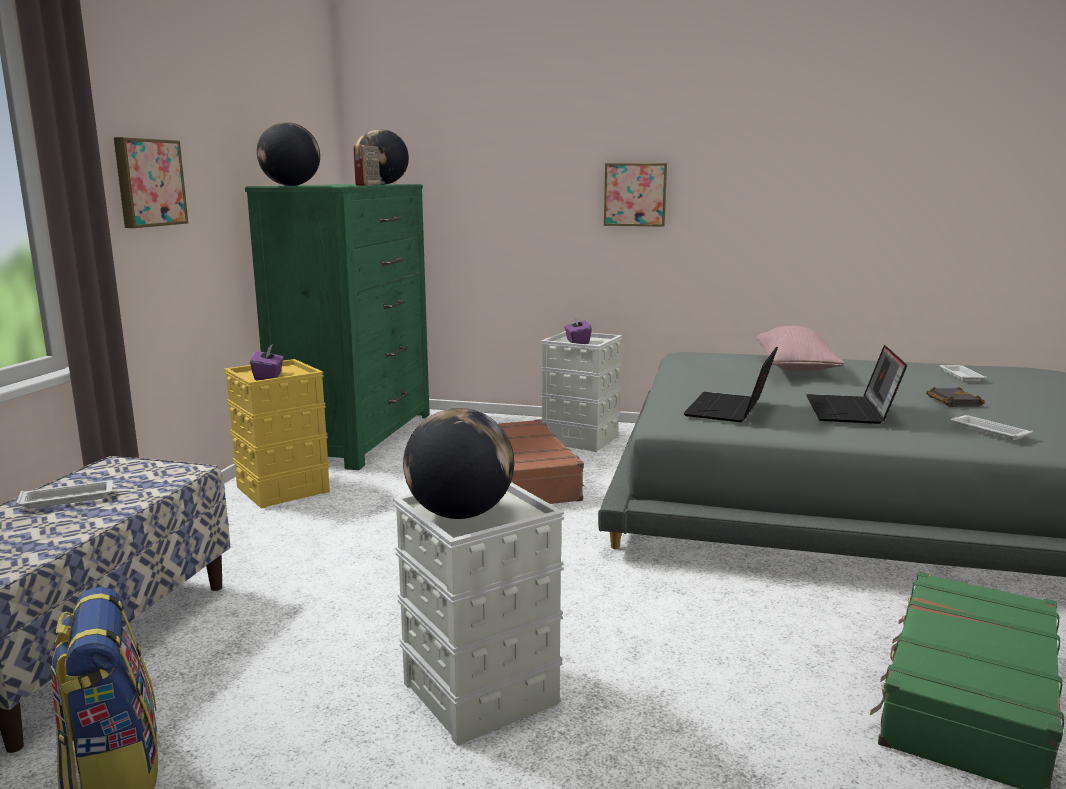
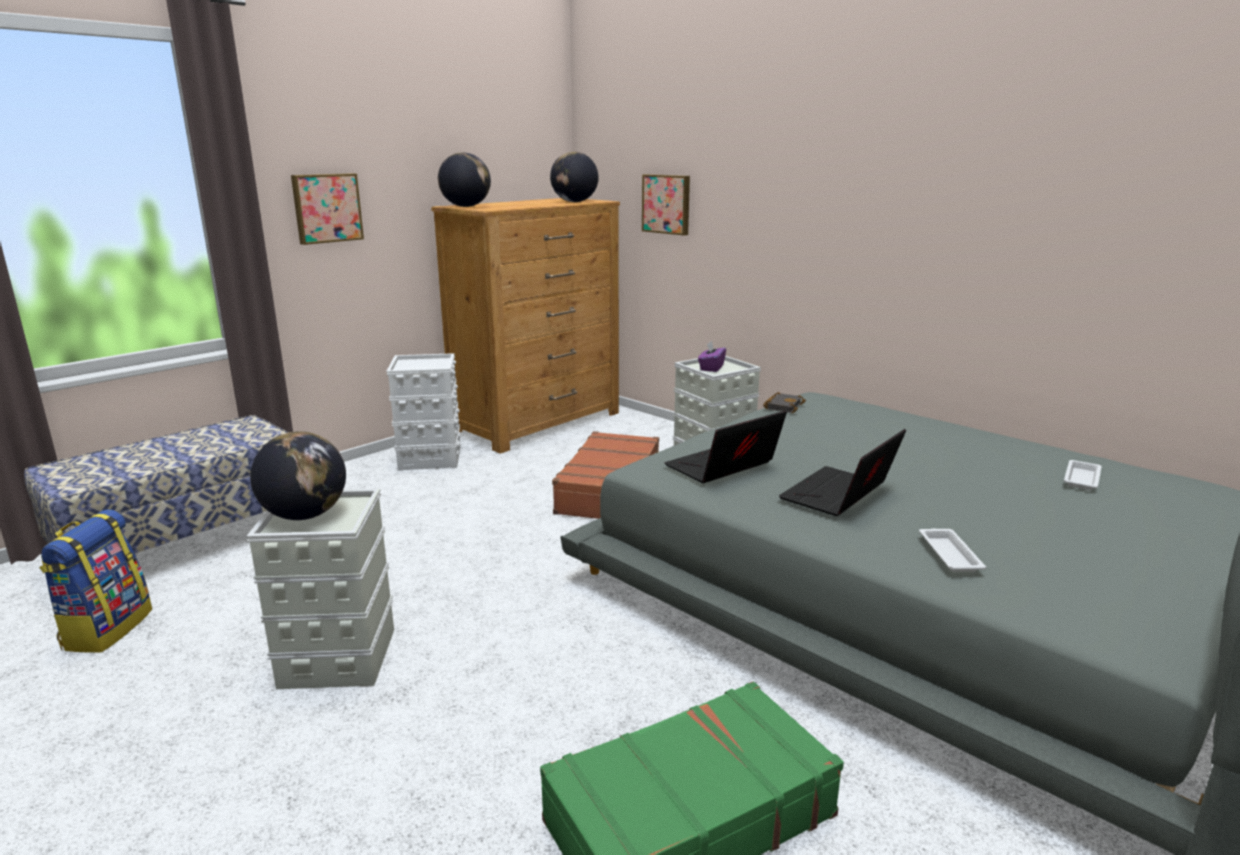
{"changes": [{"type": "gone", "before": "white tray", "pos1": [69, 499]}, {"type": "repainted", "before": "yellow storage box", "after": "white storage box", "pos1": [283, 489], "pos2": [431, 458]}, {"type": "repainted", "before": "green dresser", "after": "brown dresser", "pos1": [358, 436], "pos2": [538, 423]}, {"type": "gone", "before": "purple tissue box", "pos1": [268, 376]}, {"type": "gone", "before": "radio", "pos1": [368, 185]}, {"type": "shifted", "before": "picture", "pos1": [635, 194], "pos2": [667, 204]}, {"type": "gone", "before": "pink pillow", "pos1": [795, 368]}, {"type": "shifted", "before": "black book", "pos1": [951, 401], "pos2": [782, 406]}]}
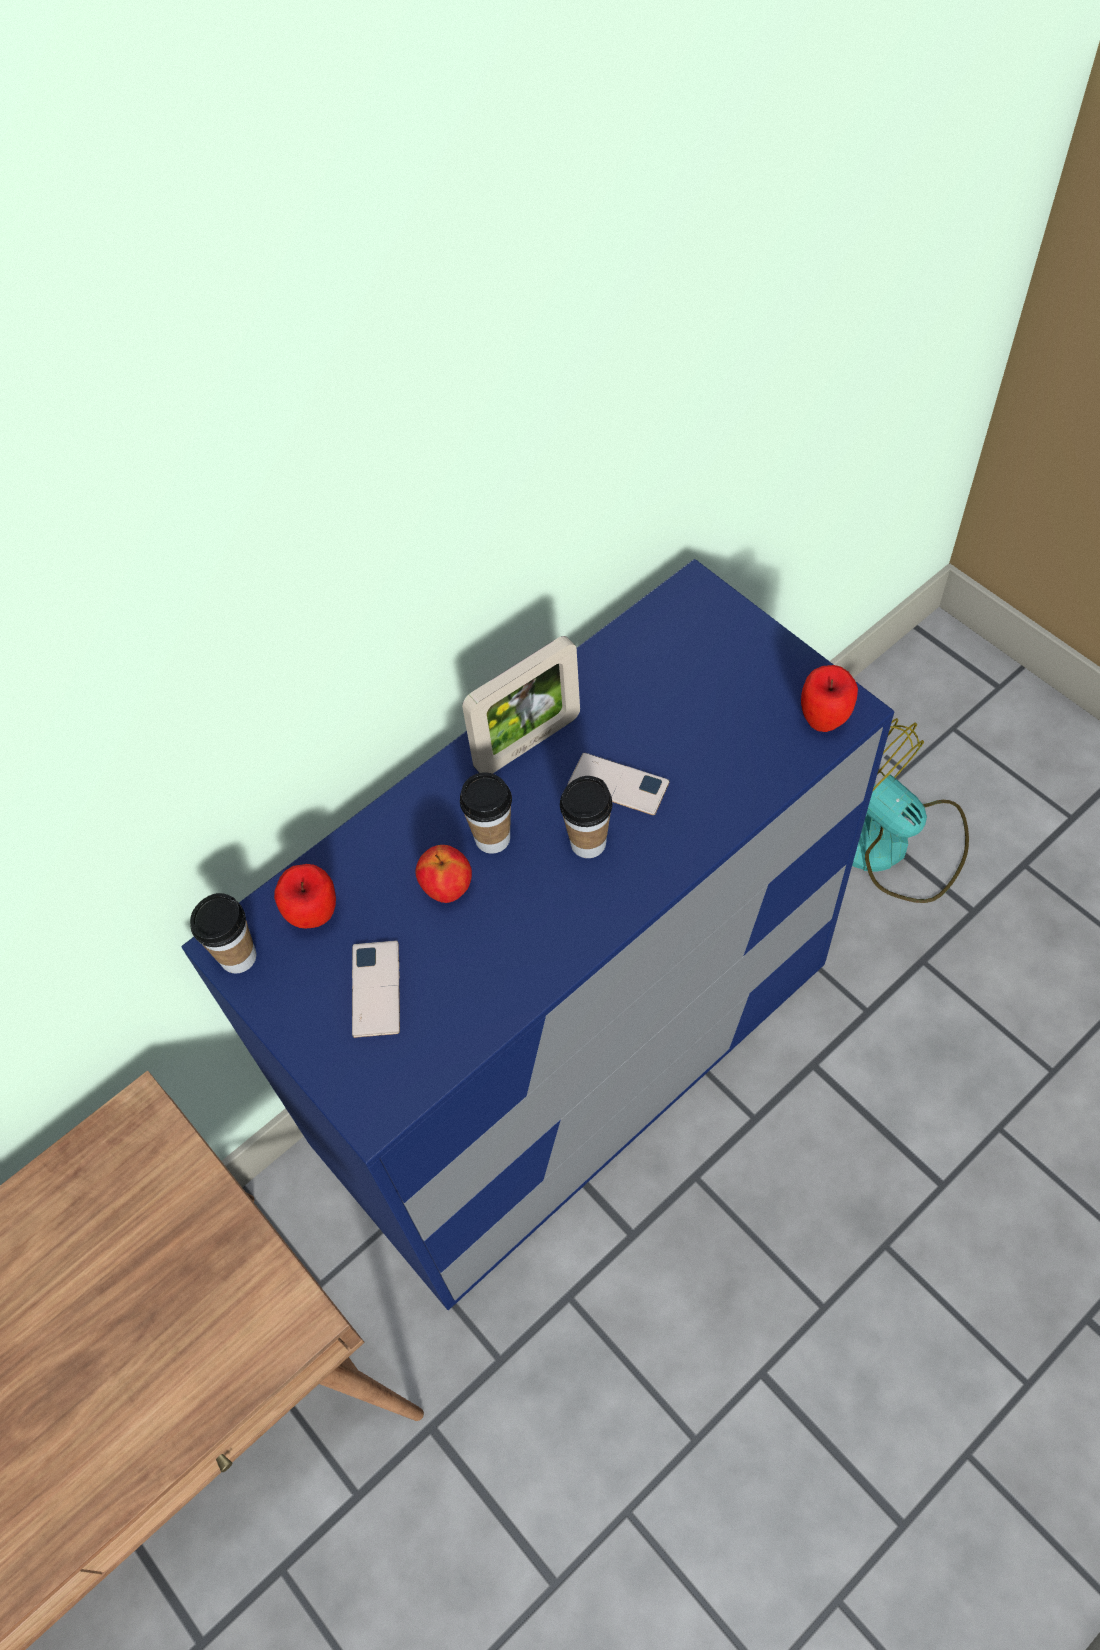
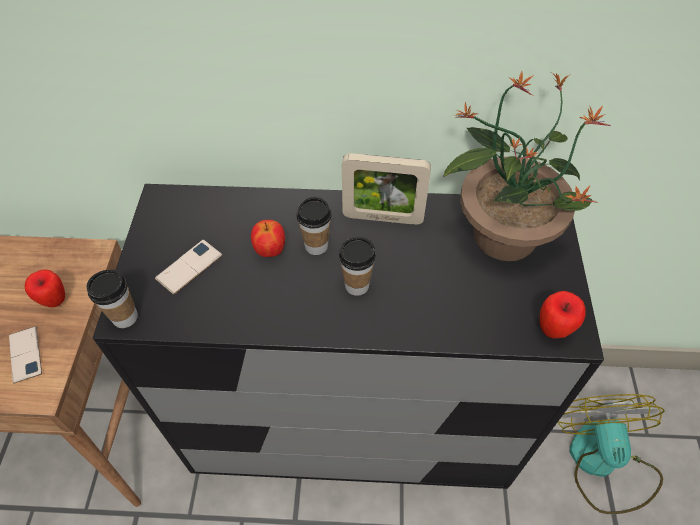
{"changes": [{"type": "repainted", "before": "blue dresser", "after": "black dresser", "pos1": [574, 1057], "pos2": [351, 419]}, {"type": "shifted", "before": "cup", "pos1": [238, 957], "pos2": [125, 317]}, {"type": "shifted", "before": "apple", "pos1": [314, 916], "pos2": [55, 301]}, {"type": "shifted", "before": "phone", "pos1": [618, 784], "pos2": [25, 354]}, {"type": "new", "after": "potted plant", "pos2": [503, 234]}]}
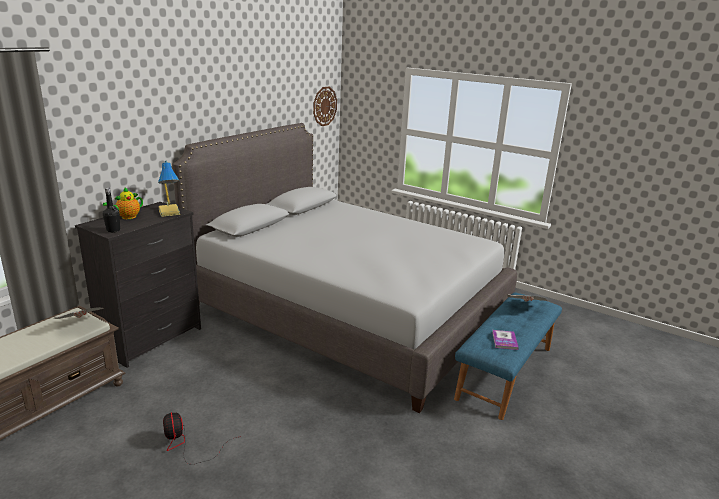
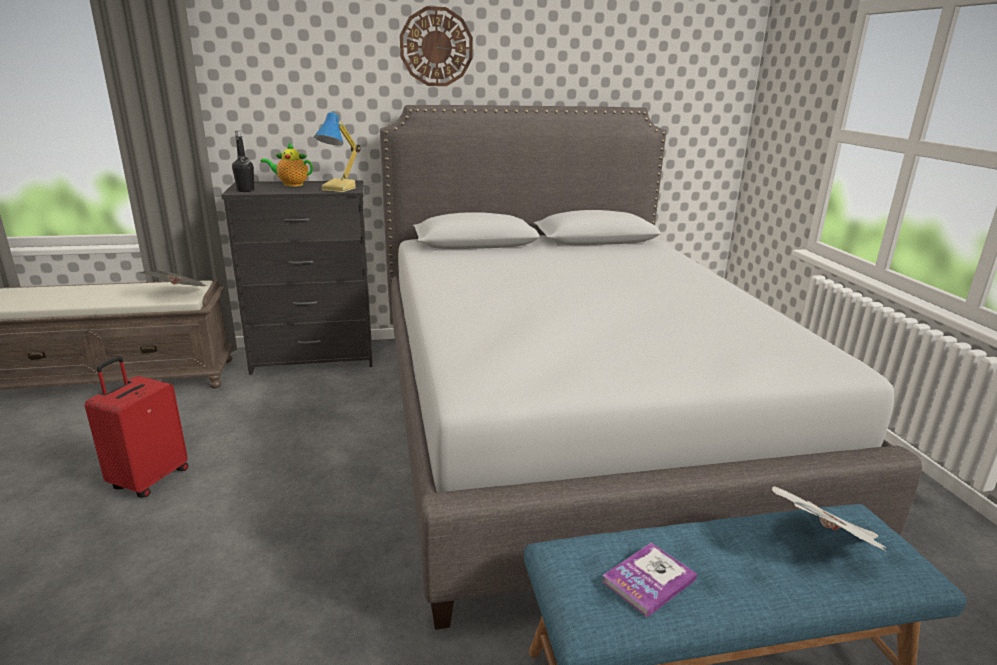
{"changes": [{"type": "swapped", "before": "fan", "after": "red suitcase", "pos1": [186, 445], "pos2": [149, 479]}, {"type": "shifted", "before": "wall clock", "pos1": [324, 106], "pos2": [436, 47]}]}
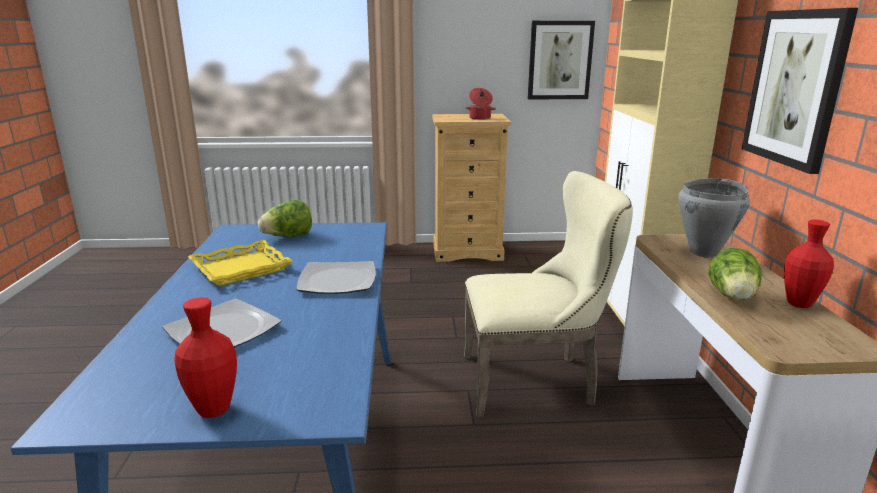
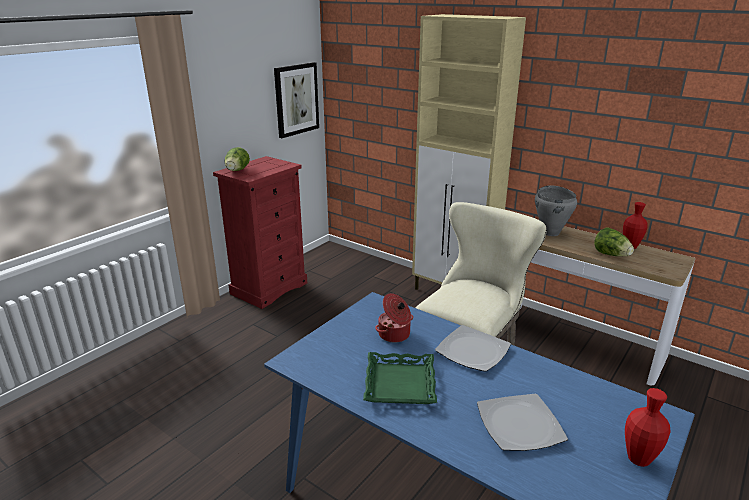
{"changes": [{"type": "repainted", "before": "yellow tray", "after": "green tray", "pos1": [241, 269], "pos2": [401, 384]}, {"type": "shifted", "before": "lettuce", "pos1": [288, 237], "pos2": [237, 171]}, {"type": "repainted", "before": "beige dresser", "after": "red dresser", "pos1": [467, 252], "pos2": [269, 288]}, {"type": "shifted", "before": "cooking pot", "pos1": [480, 118], "pos2": [394, 335]}, {"type": "gone", "before": "picture", "pos1": [796, 88]}]}
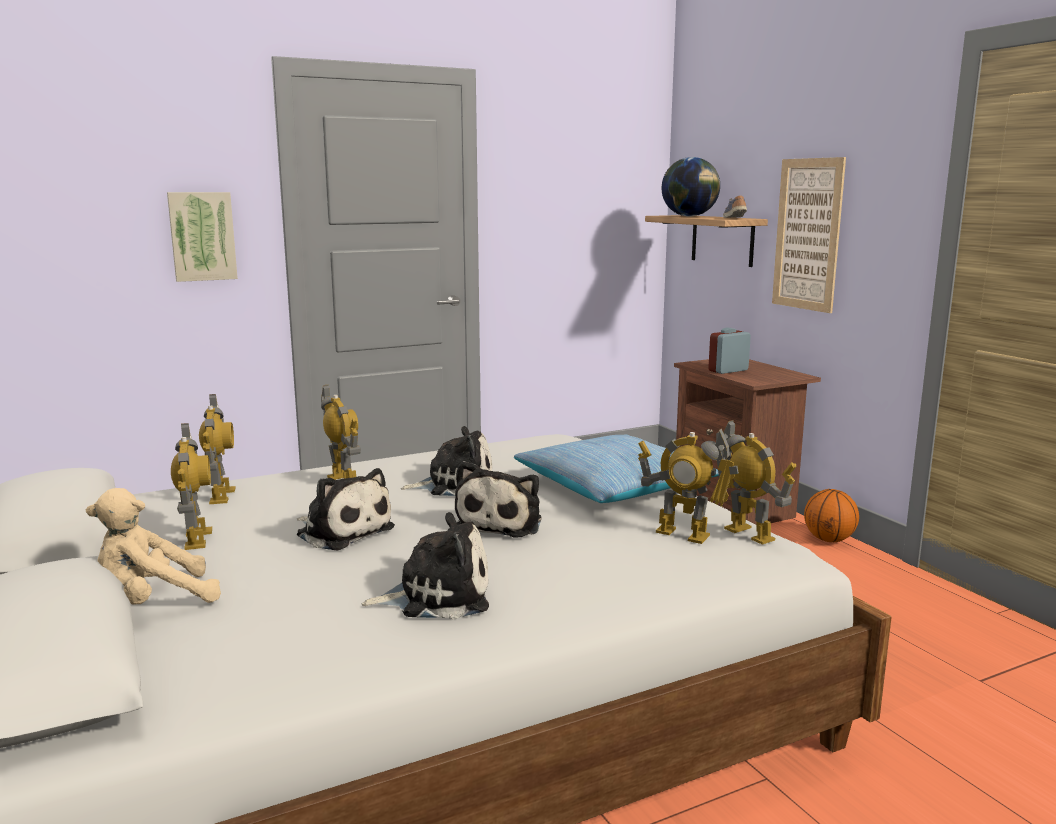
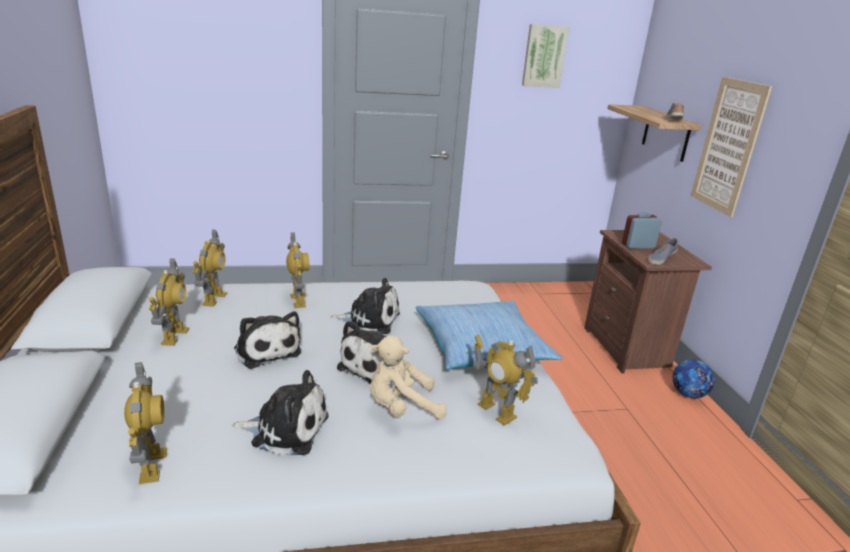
{"changes": [{"type": "shifted", "before": "beige plush toy", "pos1": [152, 602], "pos2": [401, 408]}, {"type": "shifted", "before": "picture", "pos1": [202, 236], "pos2": [544, 56]}, {"type": "gone", "before": "globe", "pos1": [689, 216]}, {"type": "shifted", "before": "toy robot", "pos1": [749, 534], "pos2": [151, 466]}, {"type": "swapped", "before": "basketball", "after": "football", "pos1": [829, 540], "pos2": [688, 394]}, {"type": "new", "after": "shoe", "pos2": [661, 259]}]}
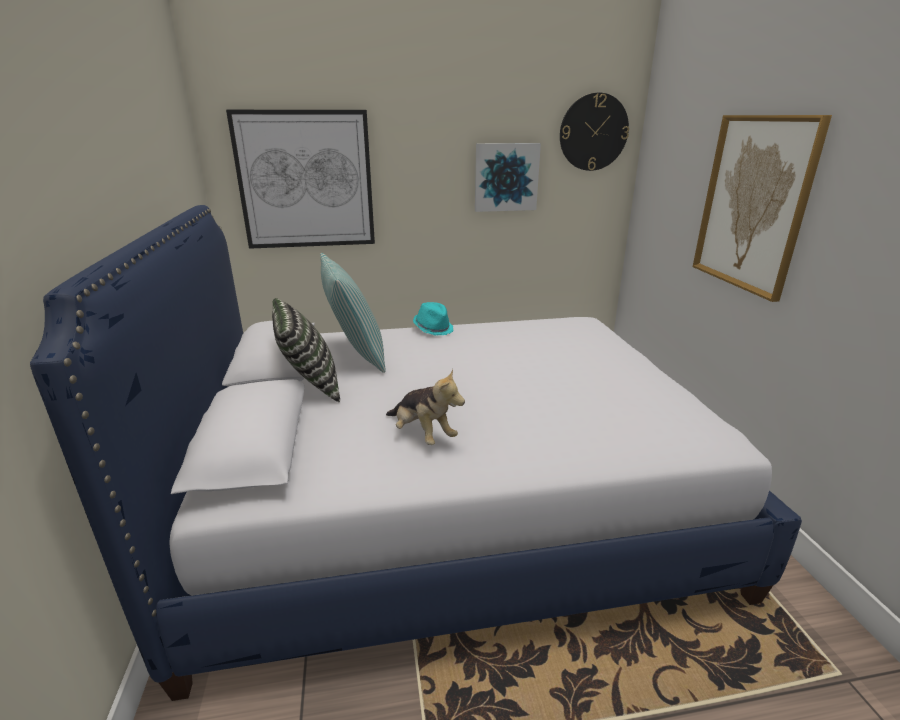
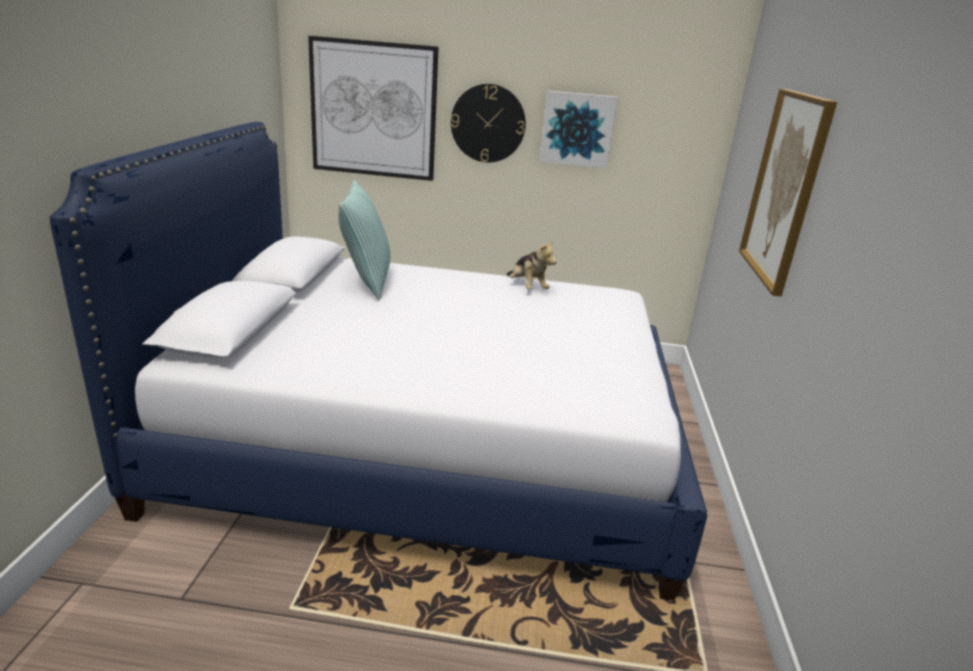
{"changes": [{"type": "gone", "before": "pillow", "pos1": [309, 385]}, {"type": "shifted", "before": "plush toy", "pos1": [422, 434], "pos2": [527, 287]}, {"type": "gone", "before": "turquoise hat", "pos1": [433, 328]}, {"type": "shifted", "before": "wall clock", "pos1": [593, 132], "pos2": [488, 123]}]}
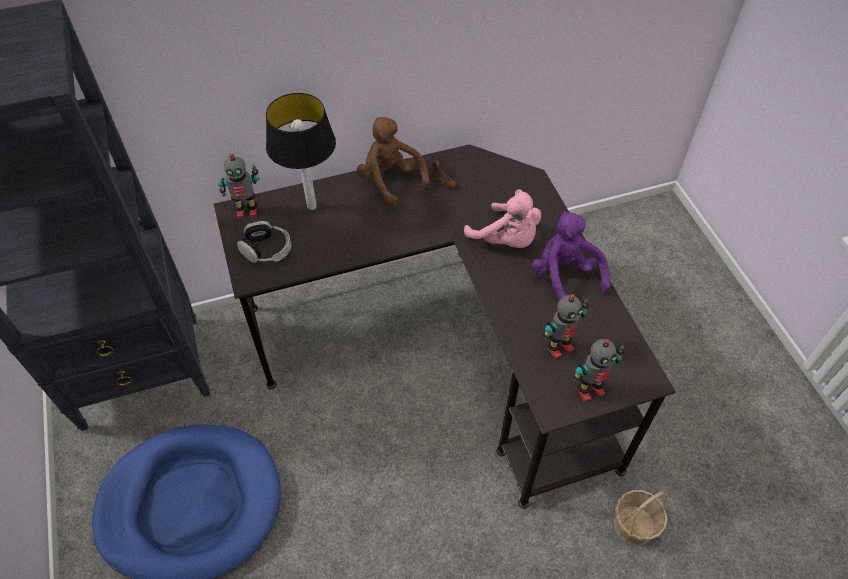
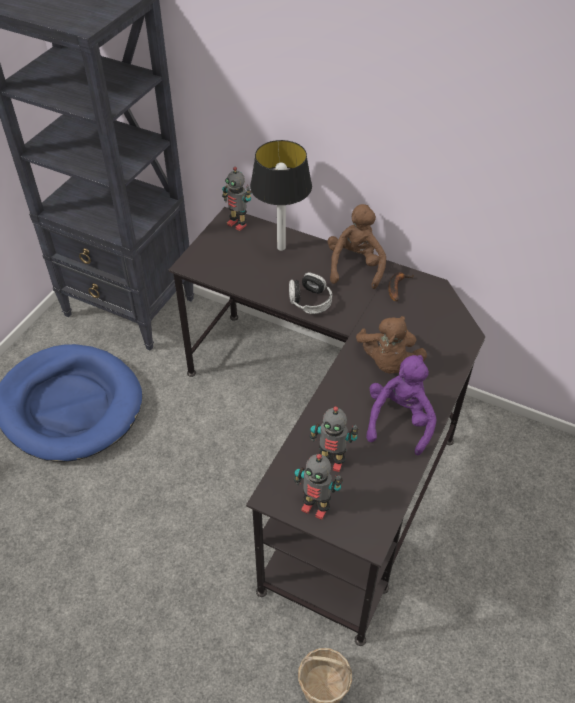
{"changes": [{"type": "shifted", "before": "headphones", "pos1": [267, 249], "pos2": [310, 301]}, {"type": "repainted", "before": "pink plush toy", "after": "brown plush toy", "pos1": [506, 240], "pos2": [388, 363]}]}
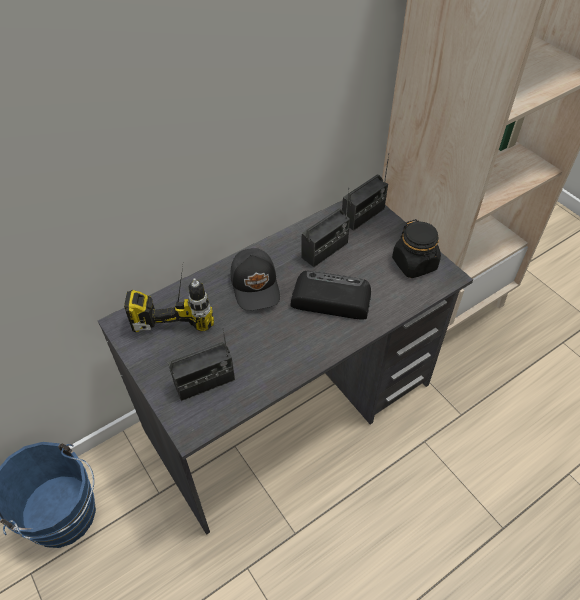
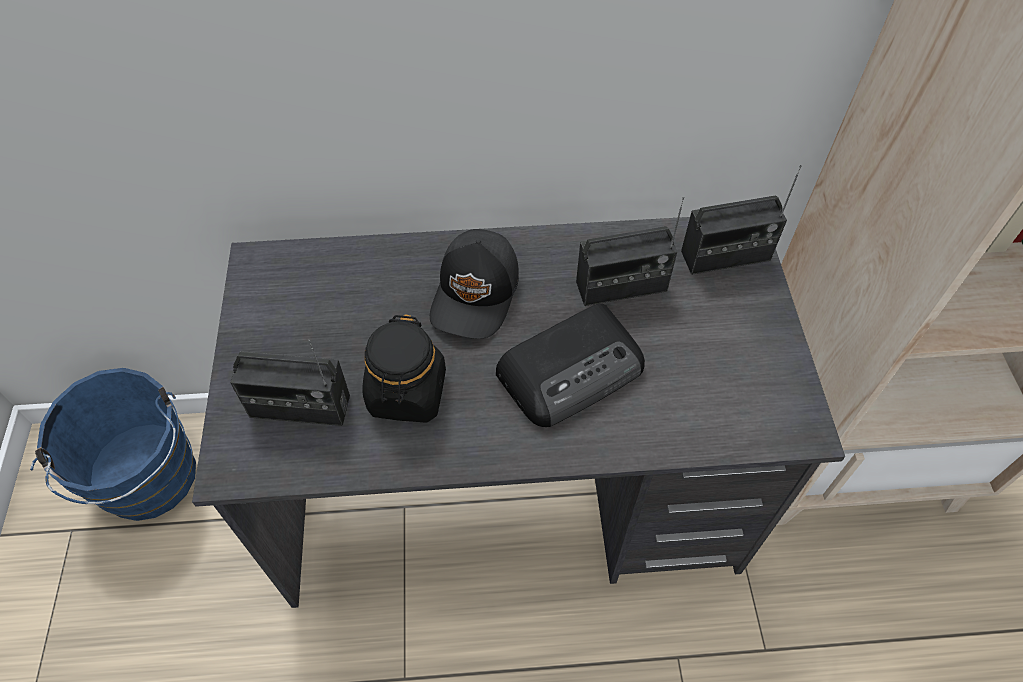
{"changes": [{"type": "gone", "before": "power drill", "pos1": [177, 304]}, {"type": "rotated", "before": "radio", "pos1": [330, 299], "pos2": [573, 369], "turn": 105}, {"type": "shifted", "before": "black jar", "pos1": [414, 264], "pos2": [407, 393]}]}
